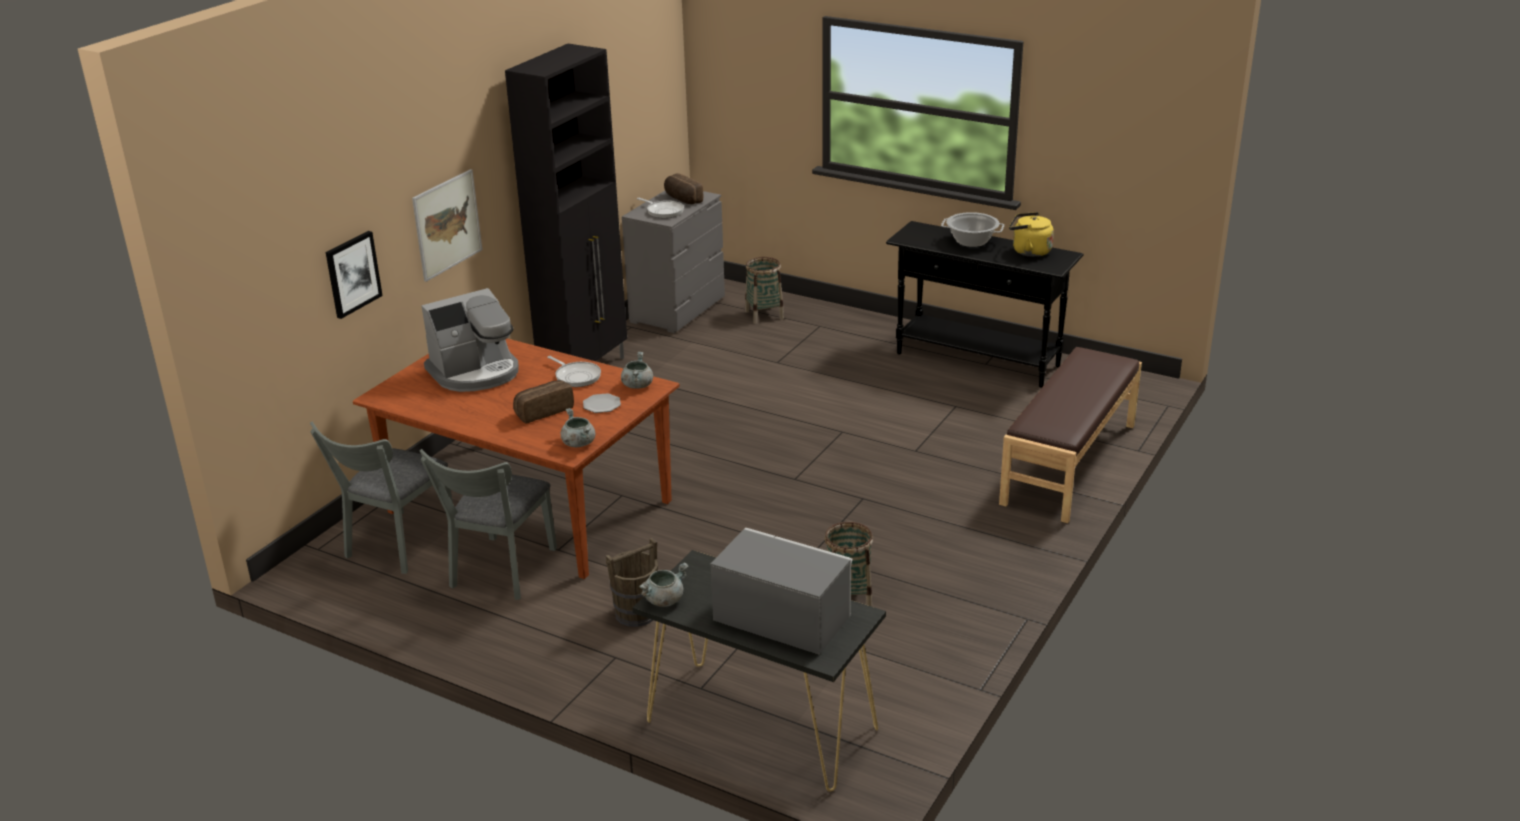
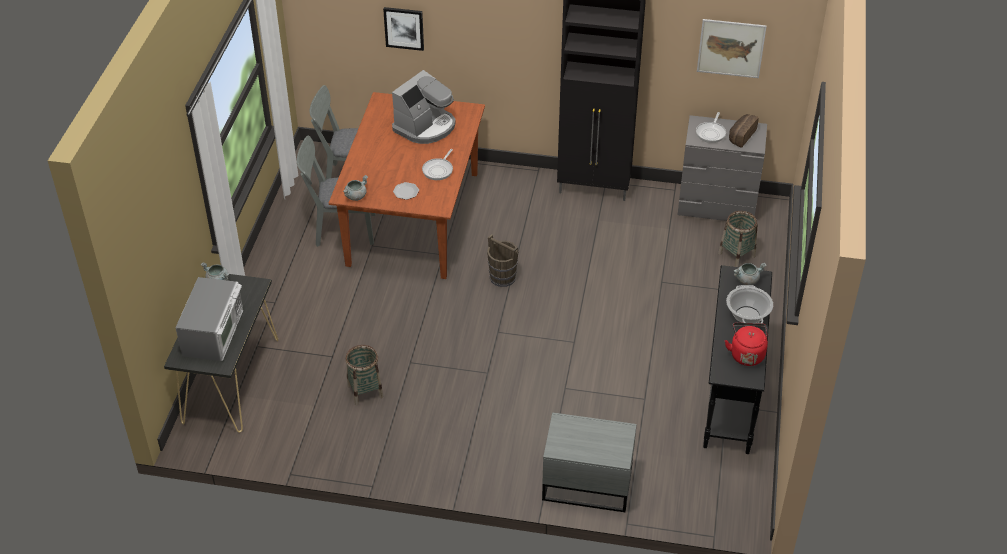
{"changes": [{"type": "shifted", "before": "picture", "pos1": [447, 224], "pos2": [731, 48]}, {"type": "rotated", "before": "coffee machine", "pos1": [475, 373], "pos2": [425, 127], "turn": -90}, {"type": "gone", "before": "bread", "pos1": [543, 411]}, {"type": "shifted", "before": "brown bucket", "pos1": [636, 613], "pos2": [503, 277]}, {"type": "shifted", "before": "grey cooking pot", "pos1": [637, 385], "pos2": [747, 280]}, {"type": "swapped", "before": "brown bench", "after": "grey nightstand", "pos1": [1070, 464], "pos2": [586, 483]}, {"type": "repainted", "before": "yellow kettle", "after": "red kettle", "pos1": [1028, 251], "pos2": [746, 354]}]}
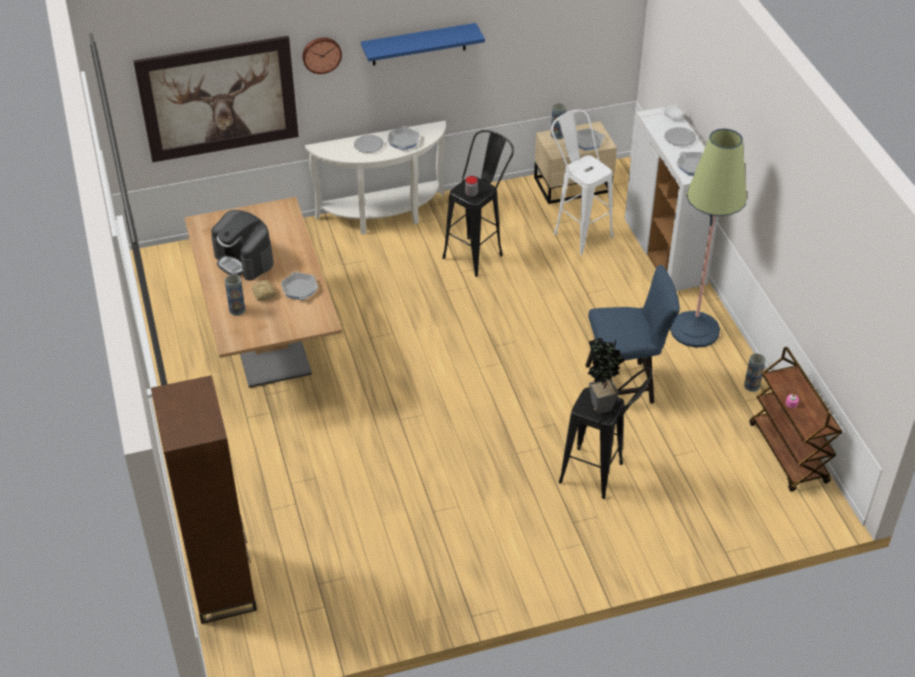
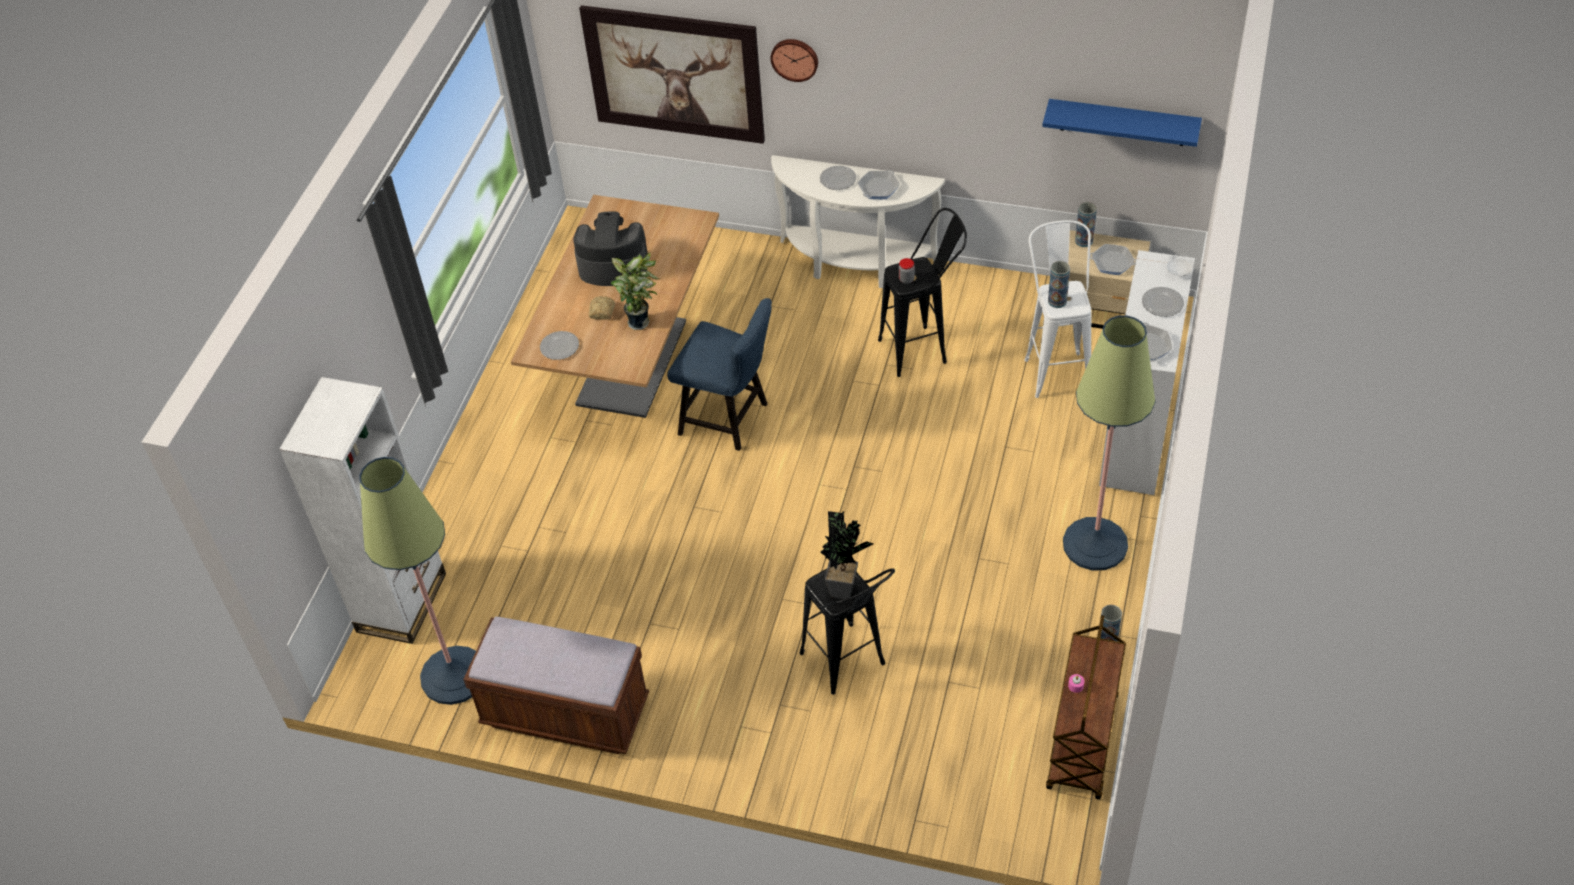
{"changes": [{"type": "repainted", "before": "brown bookcase", "after": "white bookcase", "pos1": [222, 585], "pos2": [402, 602]}, {"type": "rotated", "before": "coffee machine", "pos1": [244, 260], "pos2": [613, 266], "turn": 105}, {"type": "shifted", "before": "vase", "pos1": [237, 309], "pos2": [1057, 301]}, {"type": "swapped", "before": "frying pan", "after": "potted plant", "pos1": [299, 289], "pos2": [640, 321]}, {"type": "shifted", "before": "blue shelf", "pos1": [419, 44], "pos2": [1123, 122]}, {"type": "shifted", "before": "blue chair", "pos1": [625, 384], "pos2": [730, 420]}, {"type": "new", "after": "floor lamp", "pos2": [454, 676]}, {"type": "new", "after": "brown bench", "pos2": [565, 713]}, {"type": "new", "after": "plate", "pos2": [560, 346]}]}
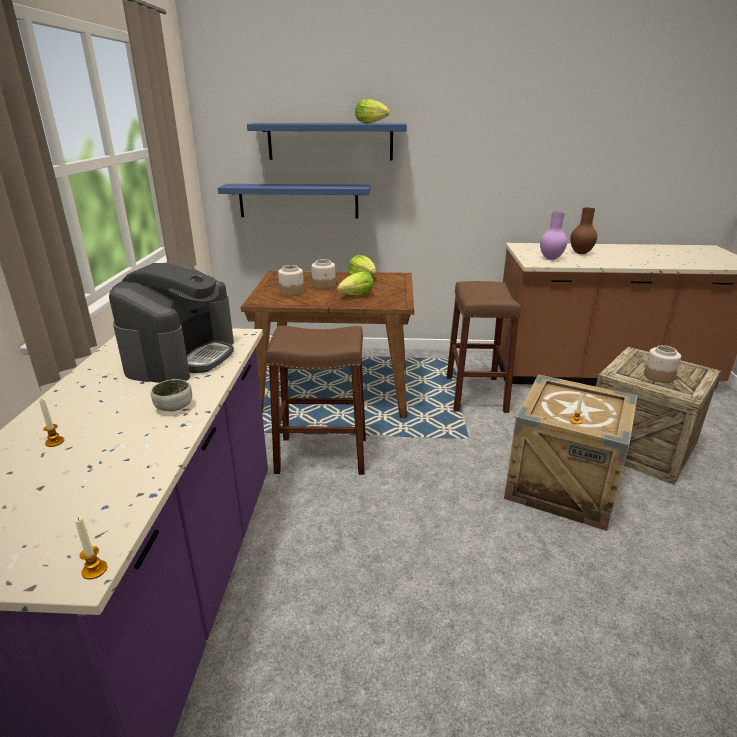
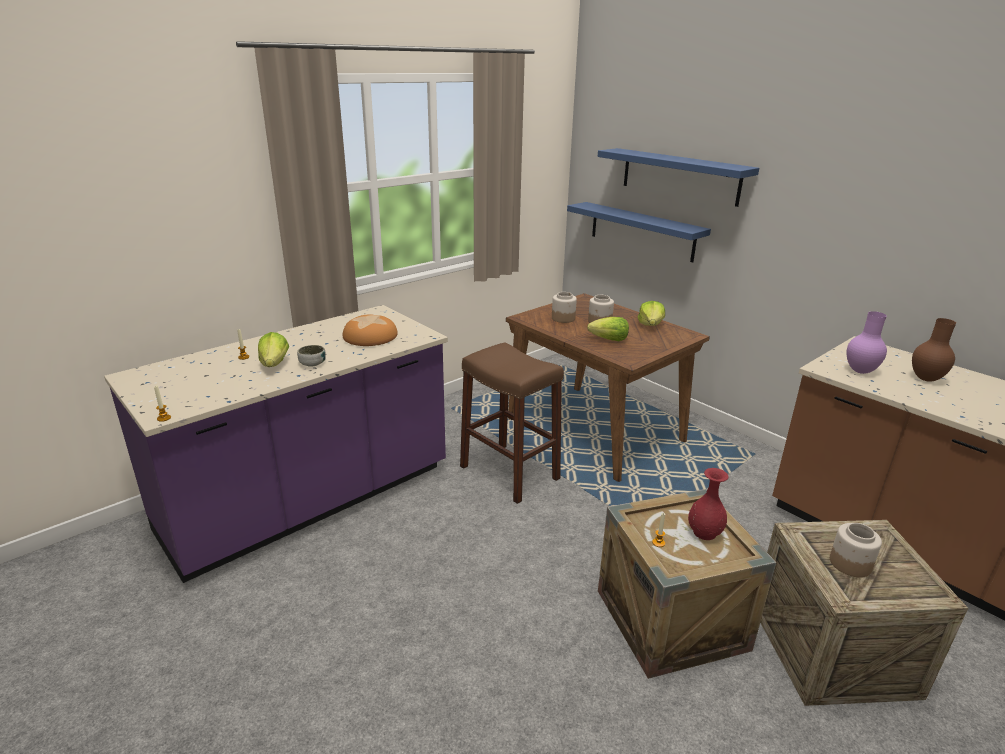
{"changes": [{"type": "swapped", "before": "coffee machine", "after": "bread", "pos1": [182, 356], "pos2": [370, 336]}, {"type": "shifted", "before": "lettuce", "pos1": [371, 123], "pos2": [274, 364]}, {"type": "gone", "before": "brown stool", "pos1": [475, 394]}, {"type": "new", "after": "red vase", "pos2": [704, 532]}]}
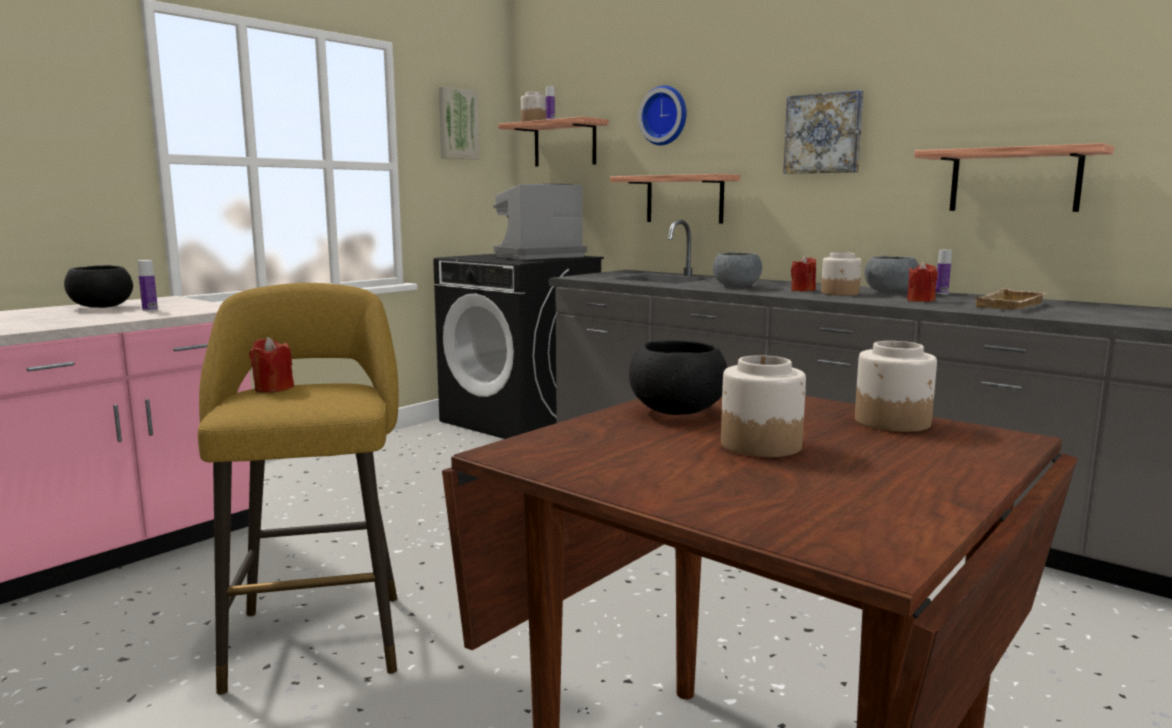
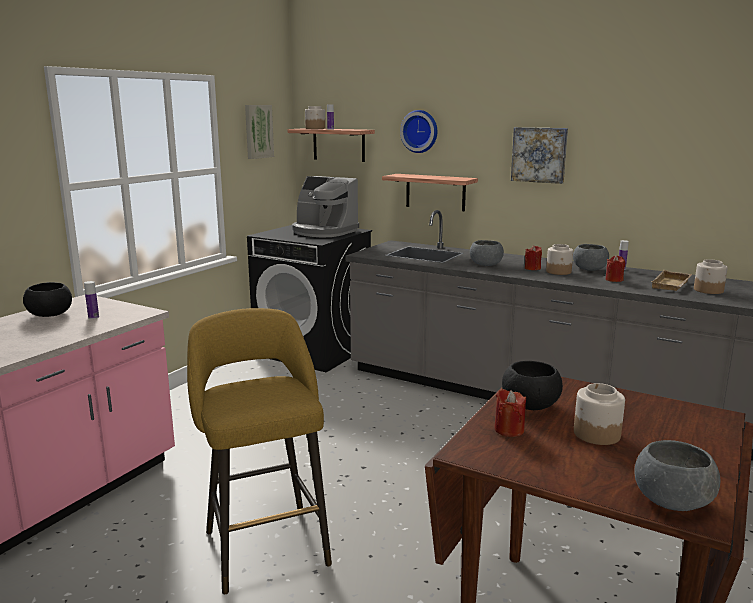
{"changes": [{"type": "shifted", "before": "red candle", "pos1": [273, 388], "pos2": [509, 430]}, {"type": "rotated", "before": "coffee machine", "pos1": [536, 256], "pos2": [323, 232], "turn": -105}, {"type": "shifted", "before": "jar", "pos1": [893, 422], "pos2": [708, 290]}, {"type": "gone", "before": "shelf", "pos1": [1014, 180]}, {"type": "new", "after": "grey bowl", "pos2": [672, 501]}]}
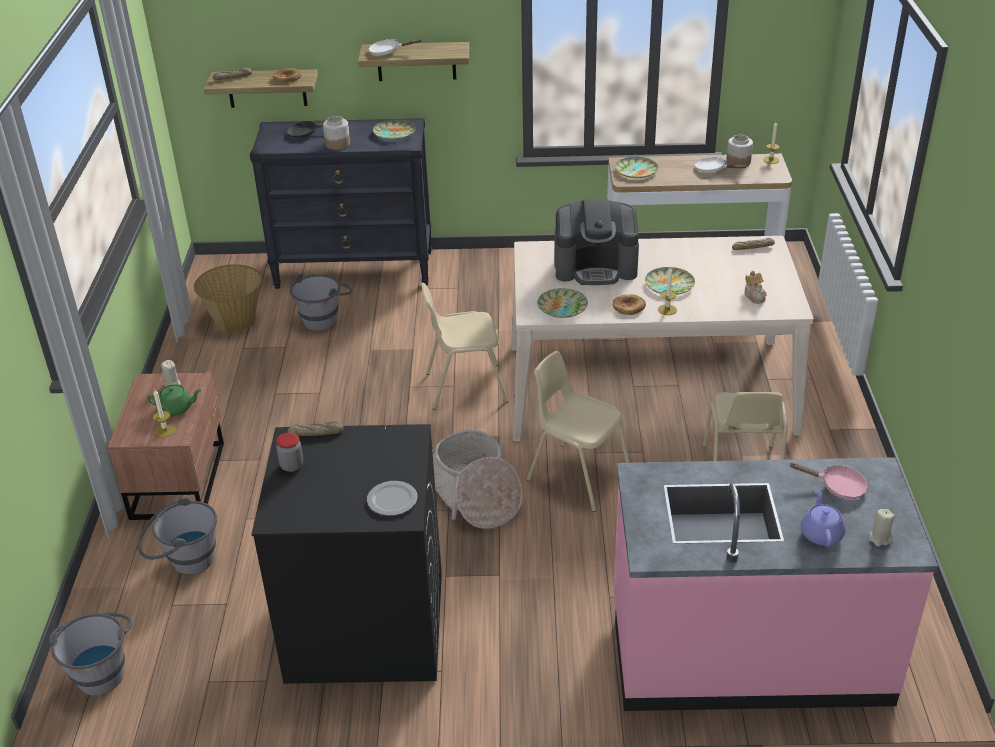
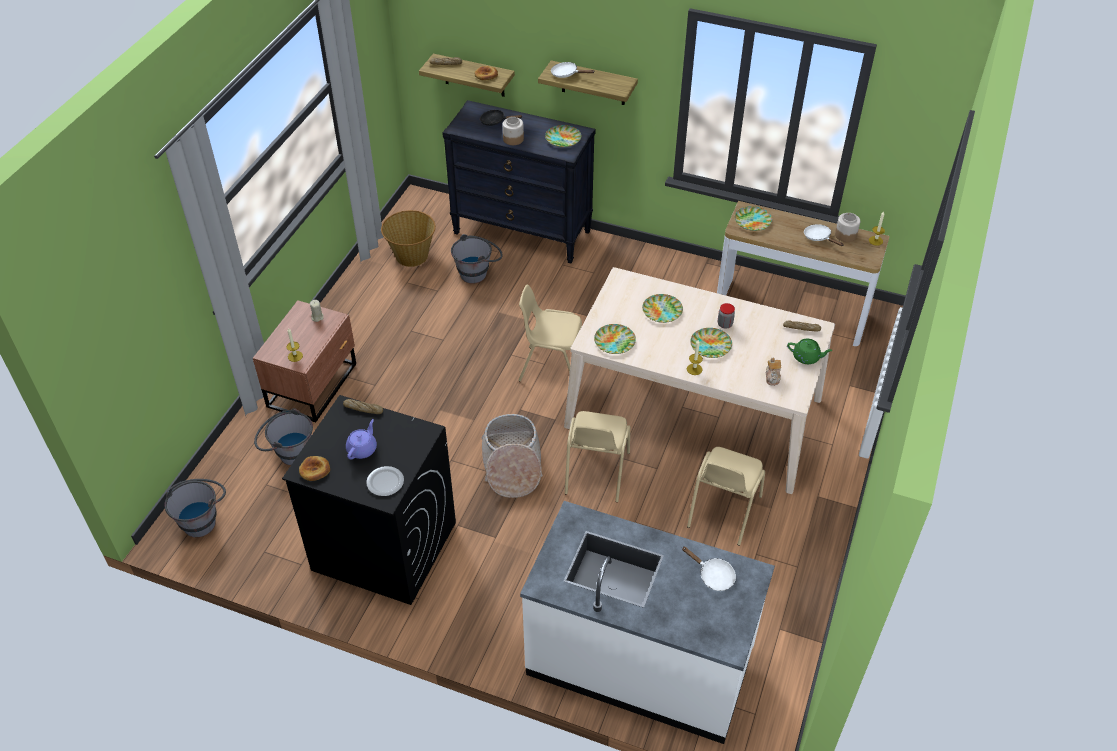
{"changes": [{"type": "shifted", "before": "green teapot", "pos1": [177, 408], "pos2": [806, 357]}, {"type": "shifted", "before": "jar", "pos1": [292, 465], "pos2": [725, 324]}, {"type": "rotated", "before": "beige chair", "pos1": [577, 475], "pos2": [596, 473], "turn": -135}, {"type": "swapped", "before": "coffee machine", "after": "plate", "pos1": [596, 267], "pos2": [662, 310]}, {"type": "shifted", "before": "bread", "pos1": [628, 307], "pos2": [315, 470]}, {"type": "repainted", "before": "pink counter", "after": "white counter", "pos1": [748, 652], "pos2": [640, 662]}, {"type": "repainted", "before": "pink frying pan", "after": "white frying pan", "pos1": [837, 486], "pos2": [713, 576]}, {"type": "shifted", "before": "purple teapot", "pos1": [821, 533], "pos2": [362, 449]}, {"type": "gone", "before": "beige candle", "pos1": [880, 538]}]}
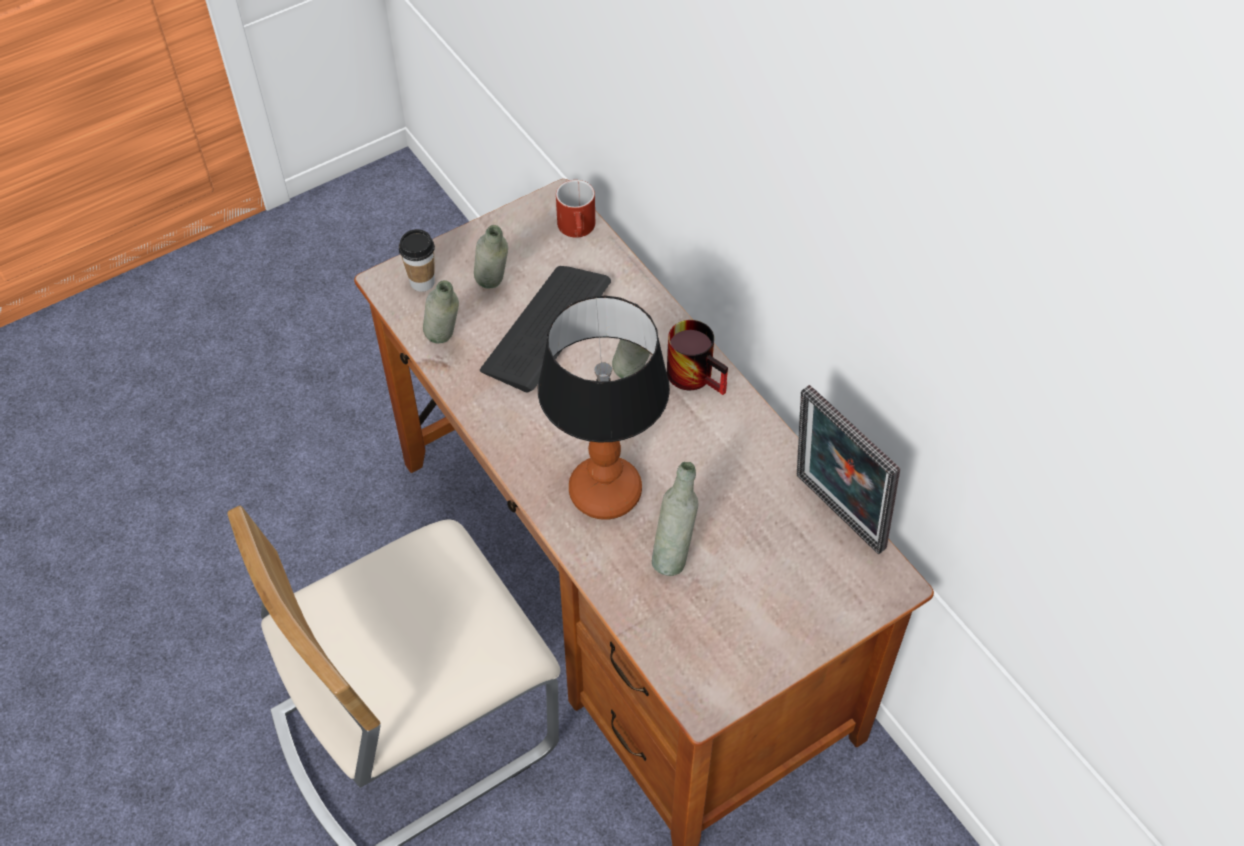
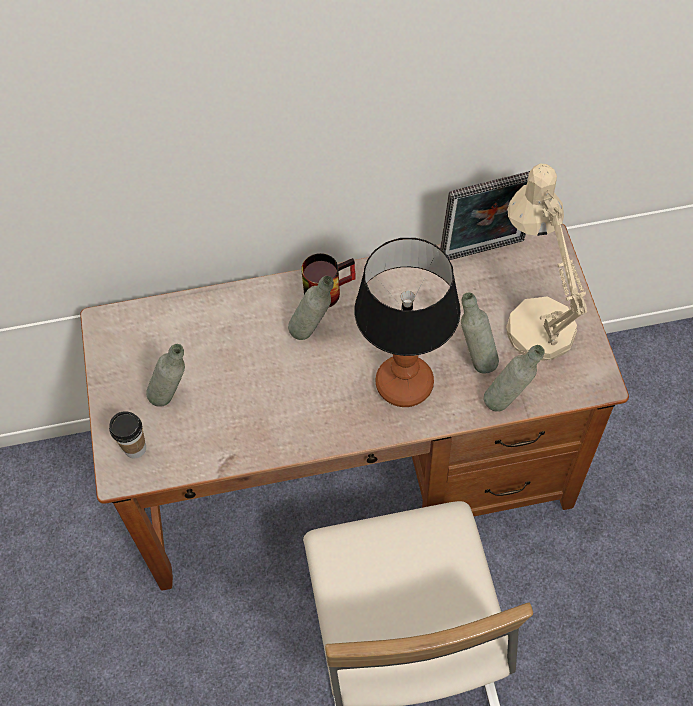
{"changes": [{"type": "shifted", "before": "grey bottle", "pos1": [445, 344], "pos2": [507, 401]}, {"type": "gone", "before": "keyboard", "pos1": [546, 328]}, {"type": "gone", "before": "red mug", "pos1": [578, 229]}, {"type": "new", "after": "beige table lamp", "pos2": [534, 318]}]}
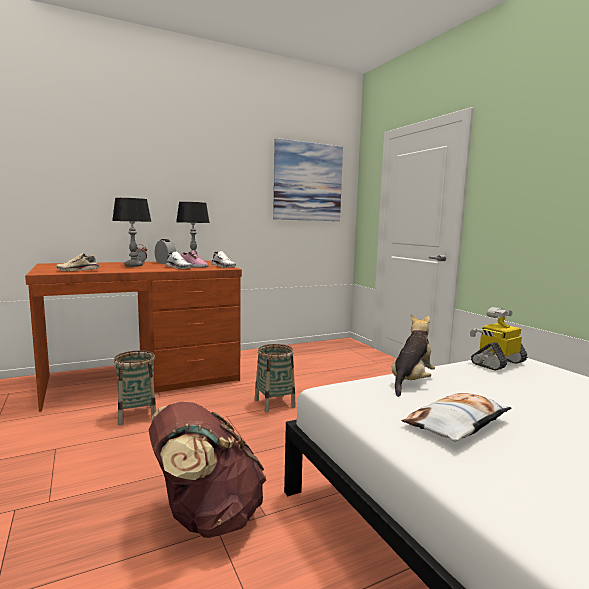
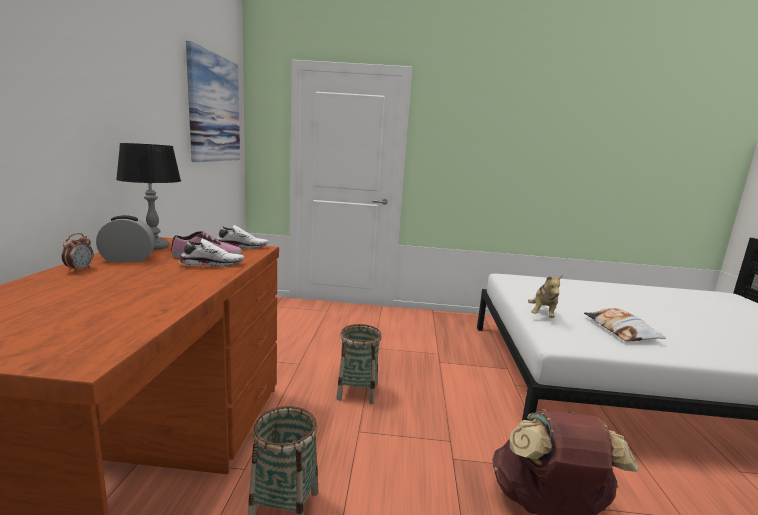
{"changes": [{"type": "gone", "before": "beige shoe", "pos1": [77, 271]}, {"type": "gone", "before": "table lamp", "pos1": [133, 266]}, {"type": "rotated", "before": "plush toy", "pos1": [411, 381], "pos2": [542, 315], "turn": -135}, {"type": "gone", "before": "toy robot", "pos1": [497, 363]}]}
